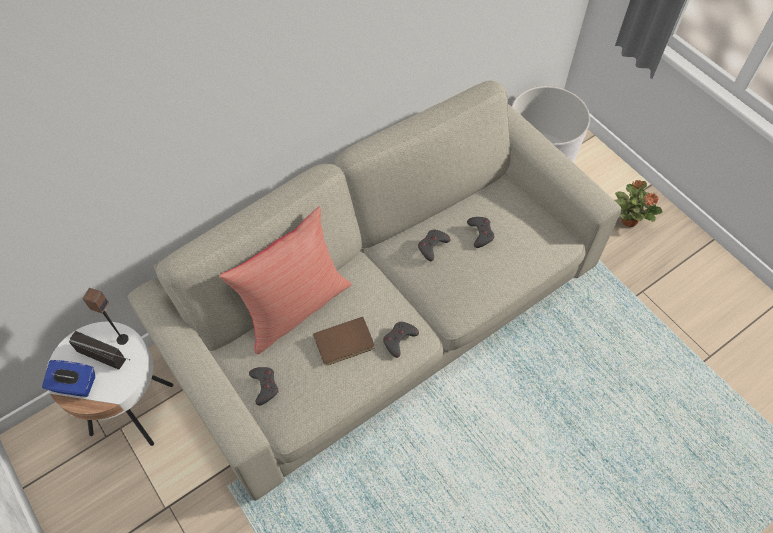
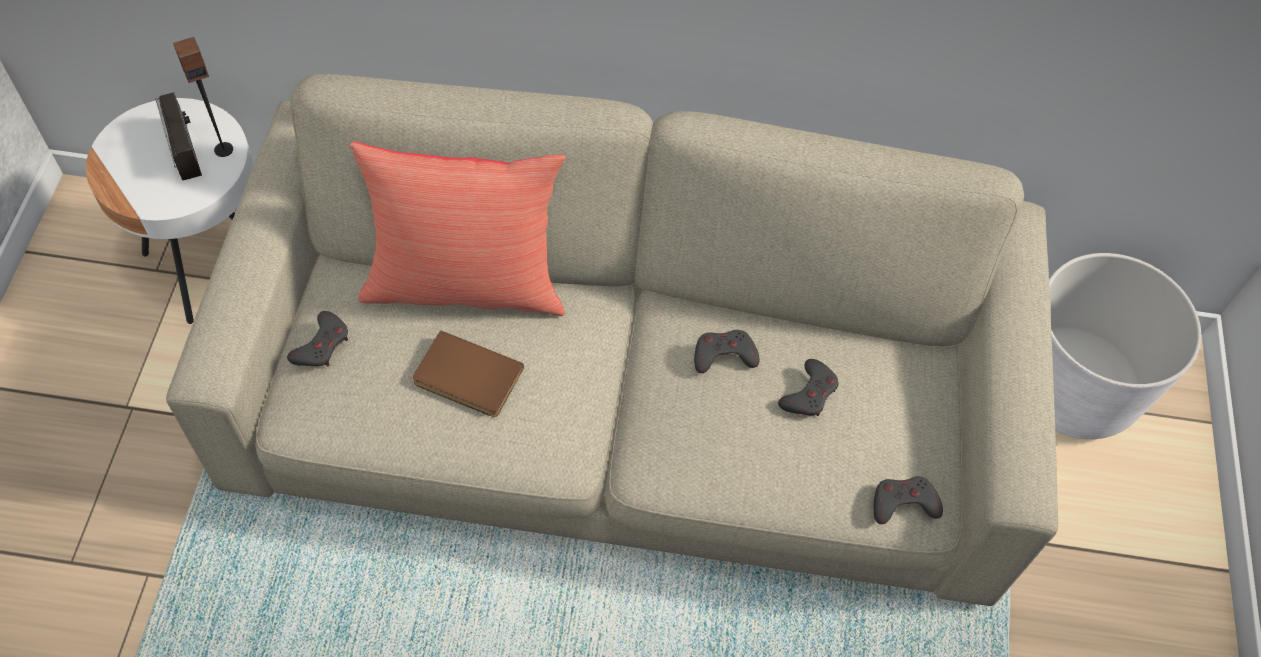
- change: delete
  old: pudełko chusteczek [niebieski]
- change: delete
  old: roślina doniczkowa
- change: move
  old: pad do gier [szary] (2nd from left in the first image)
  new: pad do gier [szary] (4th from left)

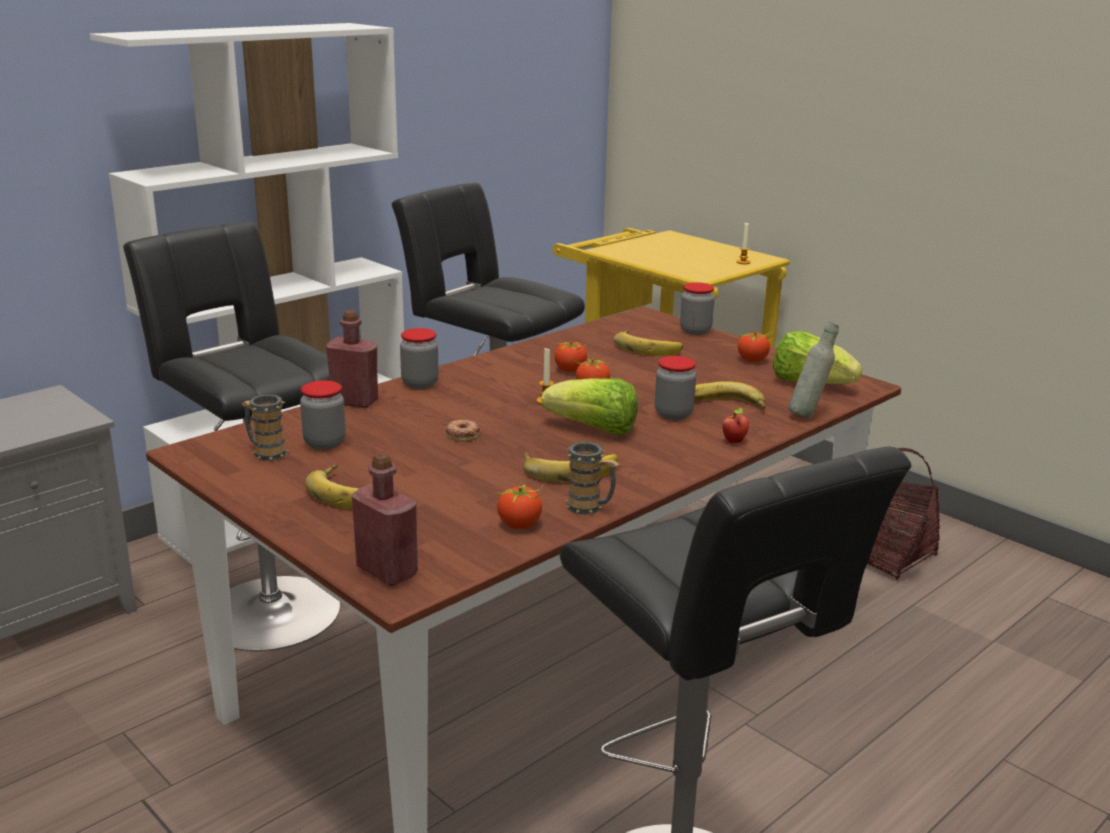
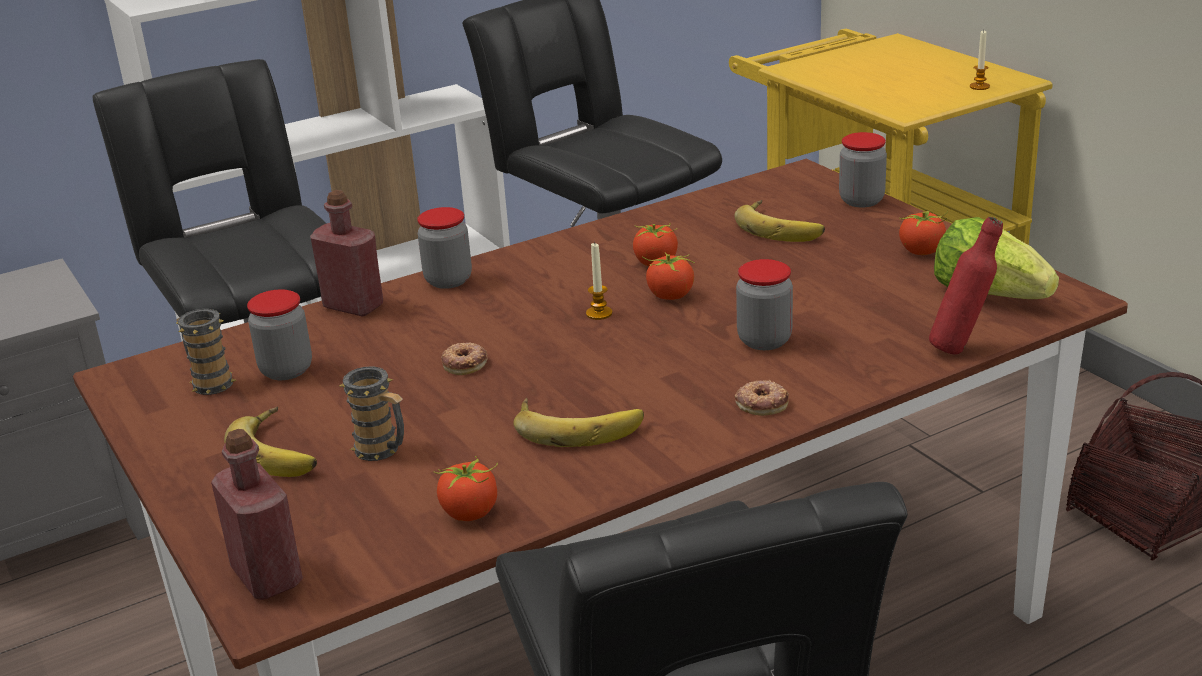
- change: delete
  old: sałata (1st from left)
- change: delete
  old: banan (4th from left)
- change: delete
  old: jabłko
- change: insert
  new: donut (2nd from left)
- change: move
  old: kubek (2nd from left)
- change: recolor
  old: butelka [szary]
  new: butelka [czerwony] (3rd from left)

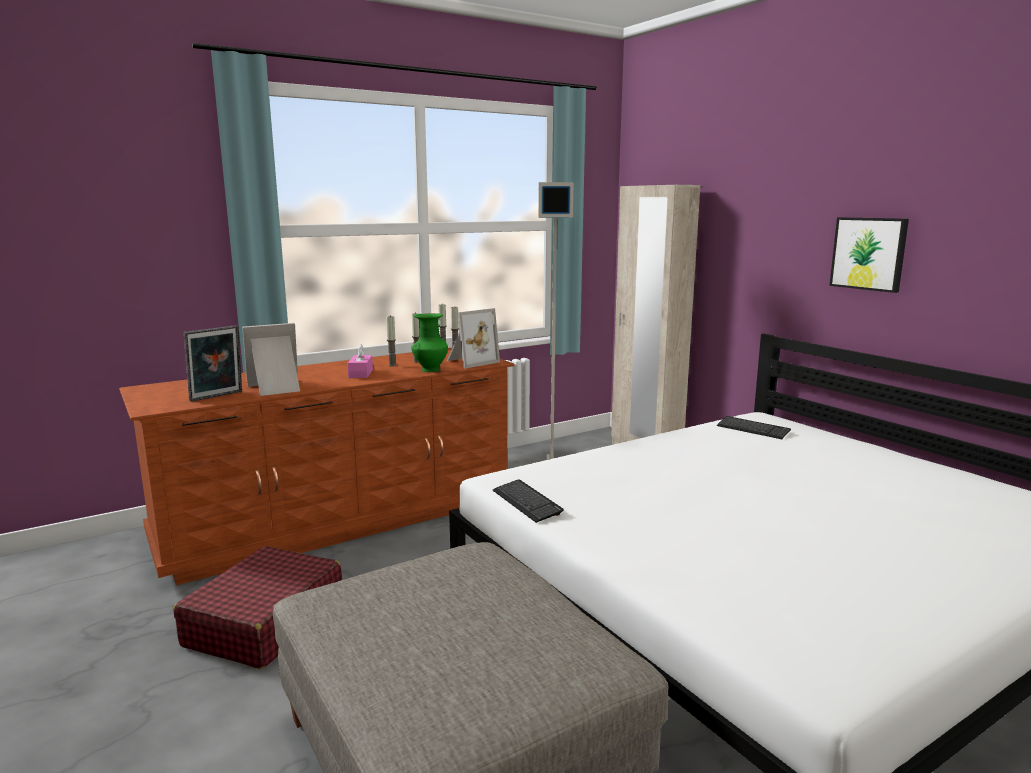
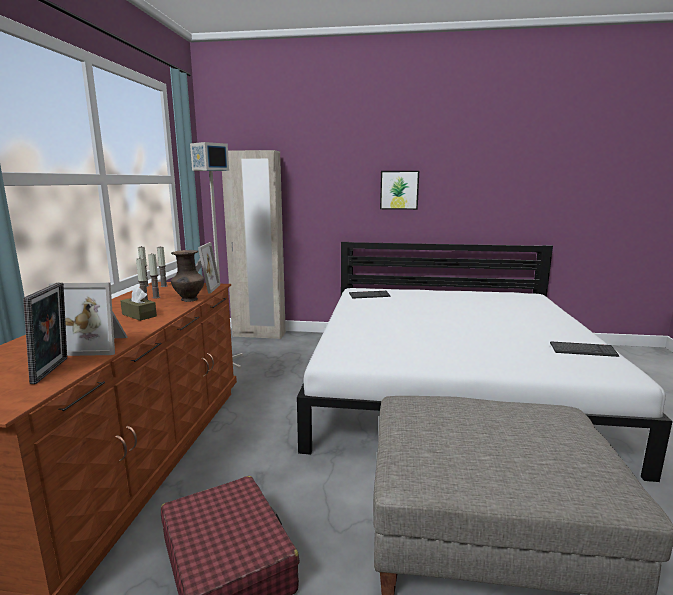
- change: move
  old: klawiatura (1st from left in the first image)
  new: klawiatura (2nd from left)
- change: recolor
  old: pudełko chusteczek [różowy]
  new: pudełko chusteczek [brązowy]
- change: recolor
  old: wazon [zielony]
  new: wazon [brązowy]
- change: rotate
  old: ramka na zdjęcie (2nd from left)
  degrees: -105

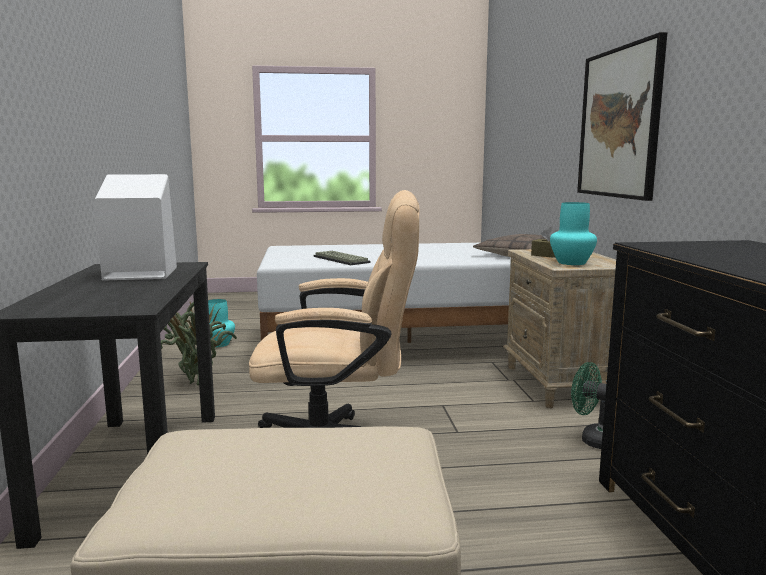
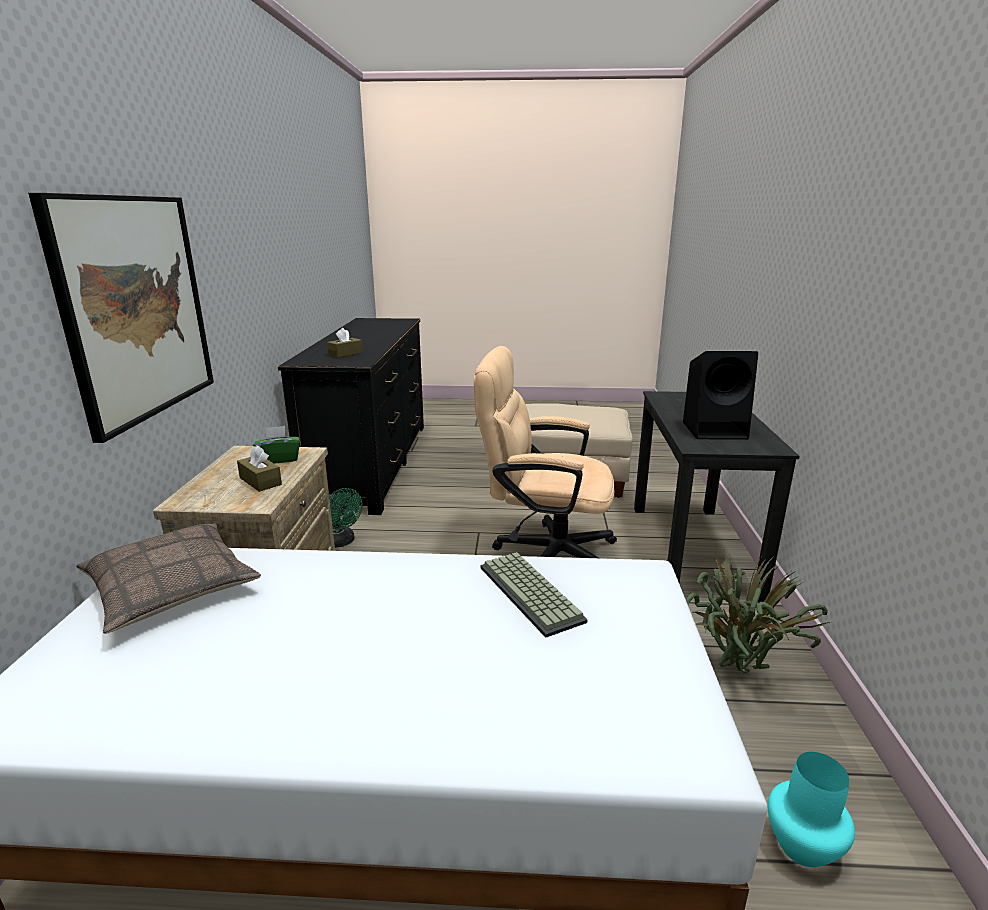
- change: insert
  new: pudełko chusteczek [brązowy] (2nd from left)
- change: replace
  old: wazon [turkusowy] (2nd from left)
  new: pudełko chusteczek [zielony]
- change: recolor
  old: głośnik [biały]
  new: głośnik [czarny]

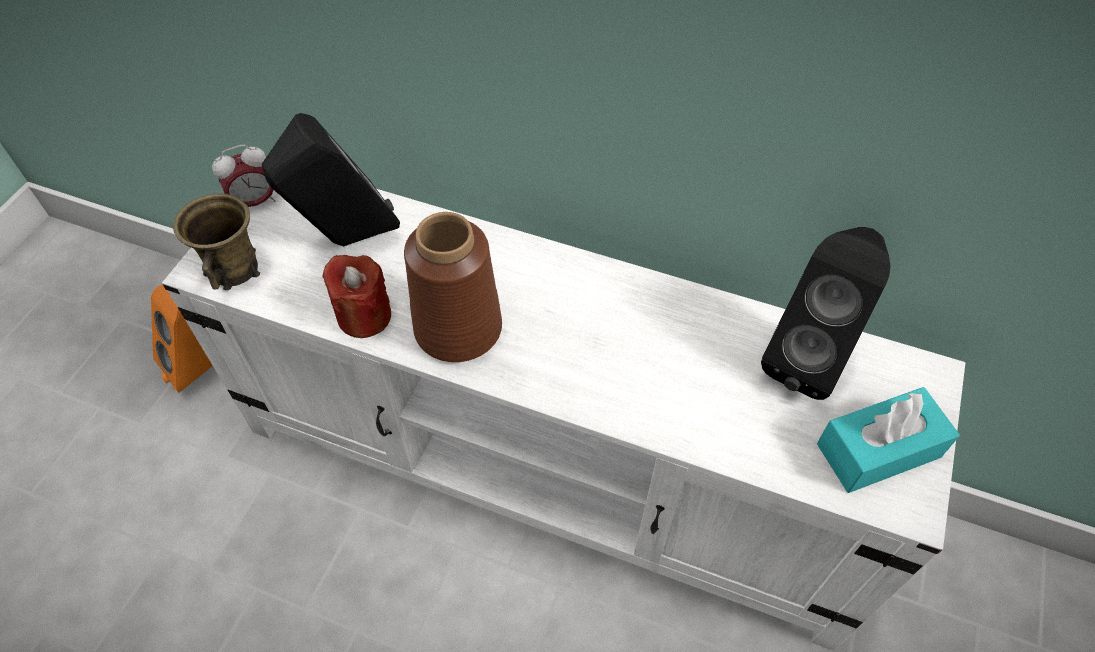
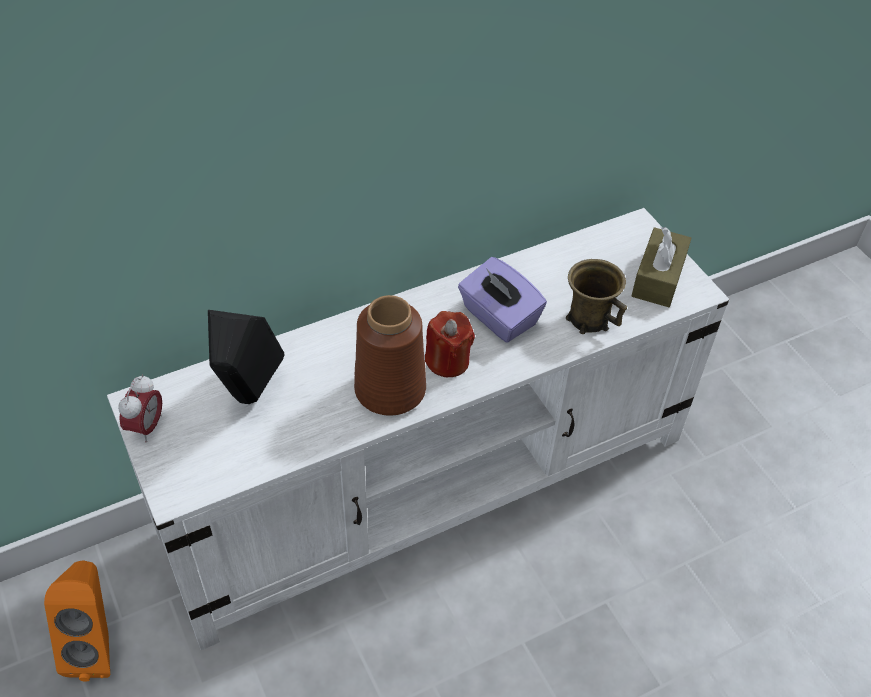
- change: delete
  old: głośnik [czarny] (2nd from left)
- change: insert
  new: pudełko chusteczek [fioletowy]
- change: move
  old: kubek [brązowy]
- change: move
  old: świeca [czerwony]
- change: recolor
  old: pudełko chusteczek [turkusowy]
  new: pudełko chusteczek [brązowy]

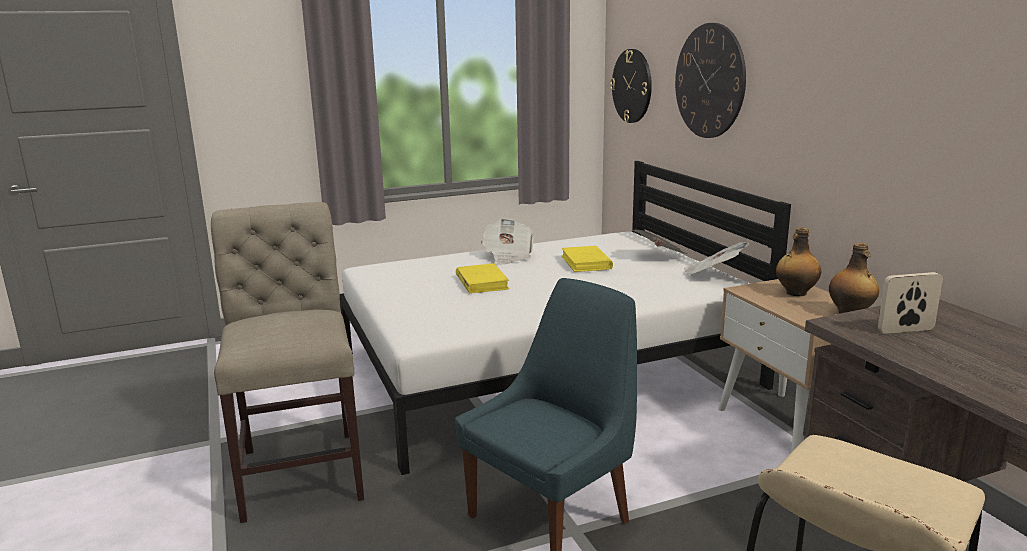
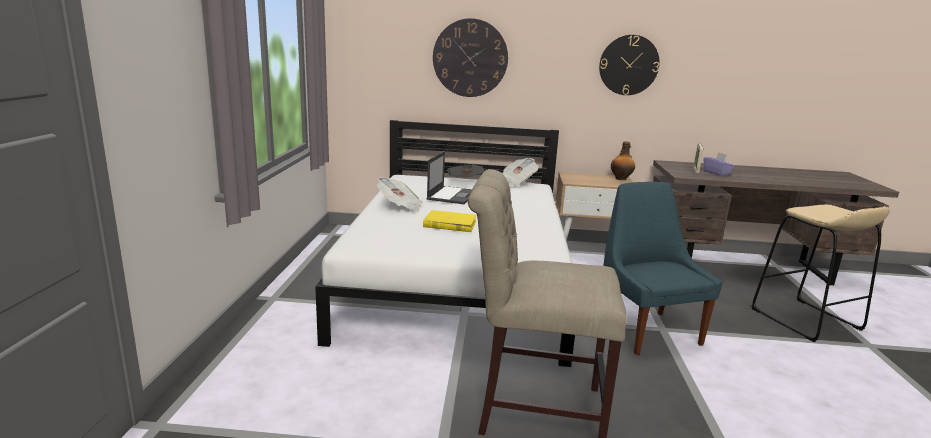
- change: delete
  old: butelka (1st from left)
- change: insert
  new: pudełko chusteczek [fioletowy]
- change: move
  old: zegar ścienny (1st from left in the first image)
  new: zegar ścienny (2nd from left)
- change: replace
  old: książka [żółty] (2nd from left)
  new: laptop

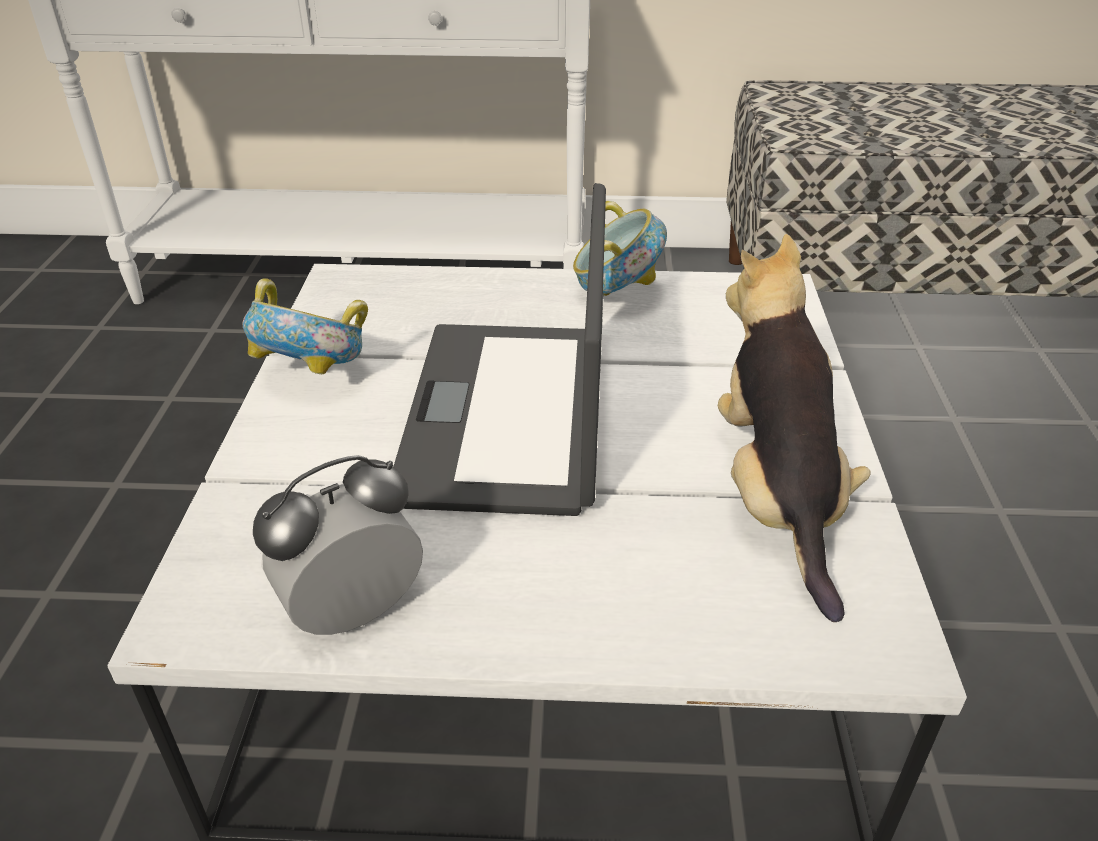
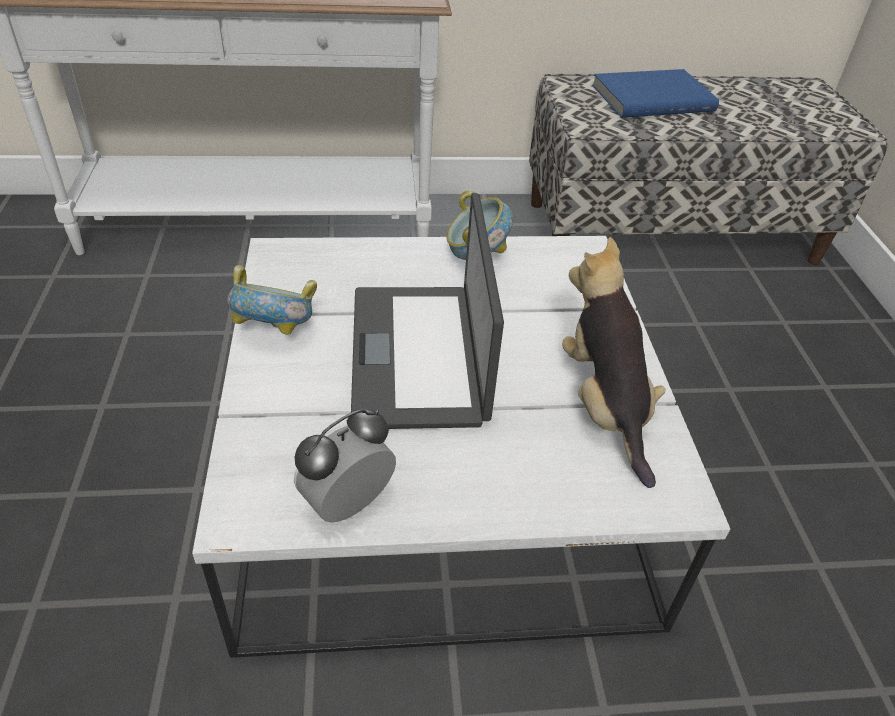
- change: insert
  new: książka [niebieski]

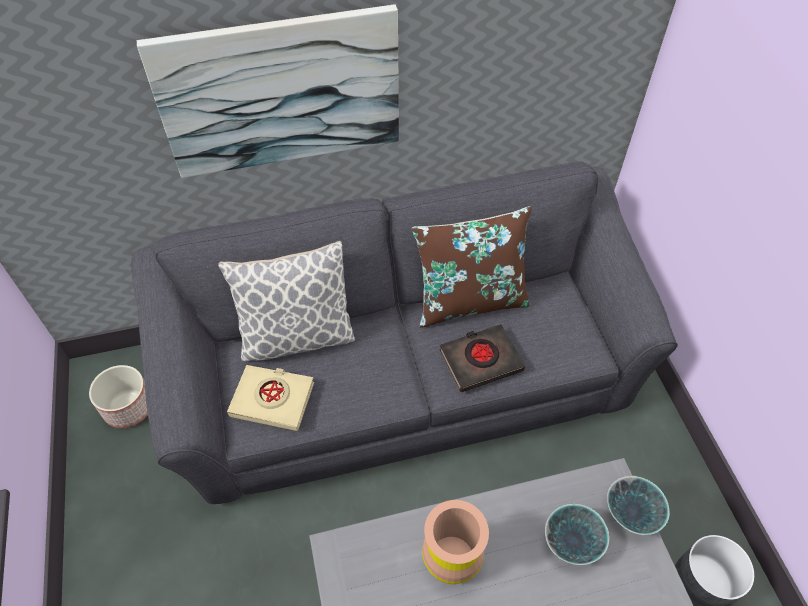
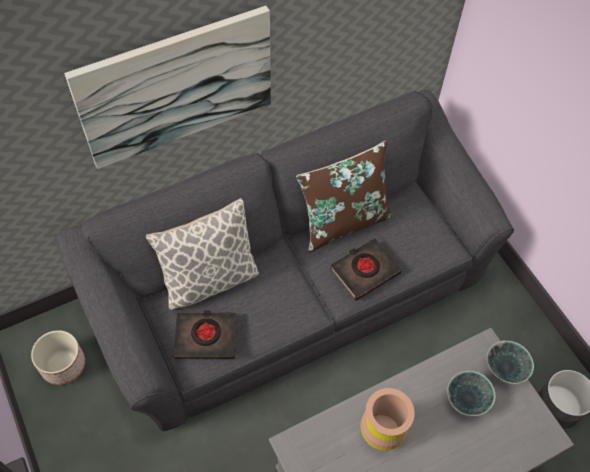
- change: recolor
  old: książka [beżowy]
  new: książka [czarny] (1st from left)

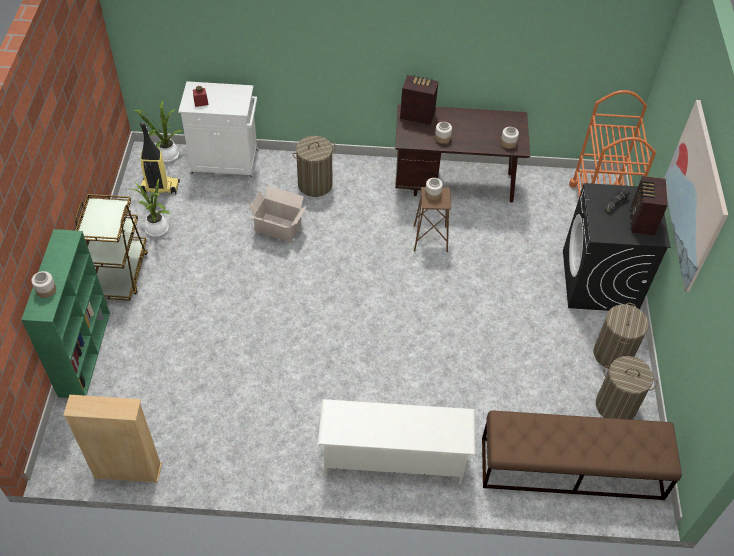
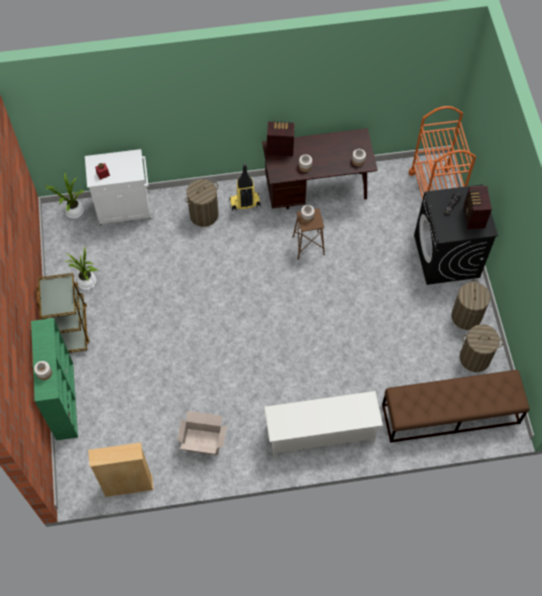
- change: delete
  old: obraz
- change: move
  old: odkurzacz
- change: move
  old: karton

